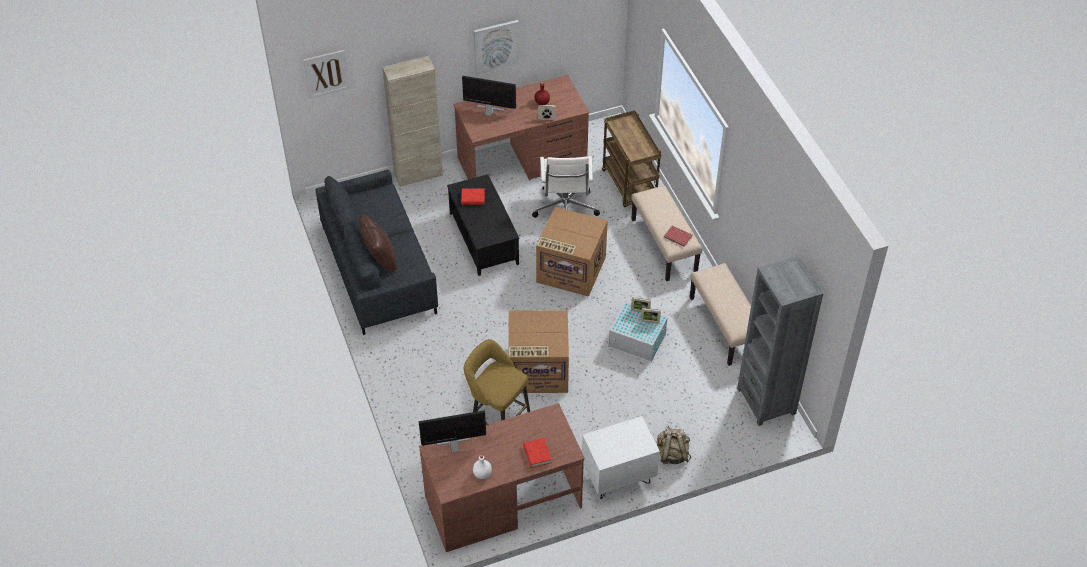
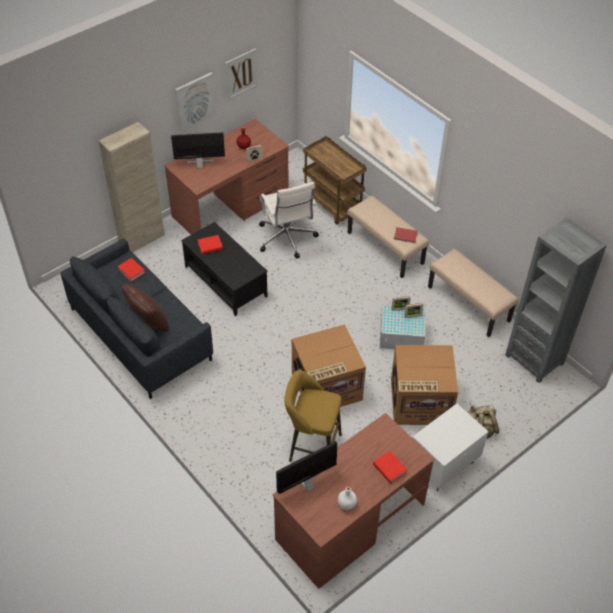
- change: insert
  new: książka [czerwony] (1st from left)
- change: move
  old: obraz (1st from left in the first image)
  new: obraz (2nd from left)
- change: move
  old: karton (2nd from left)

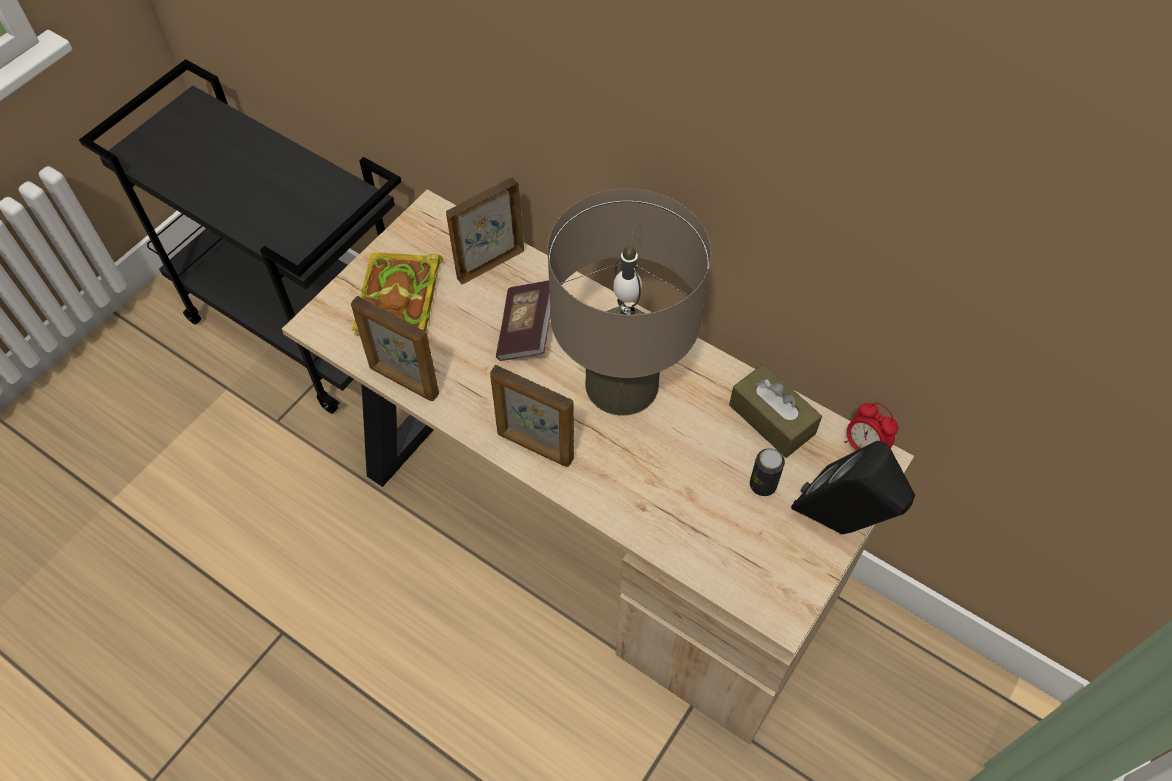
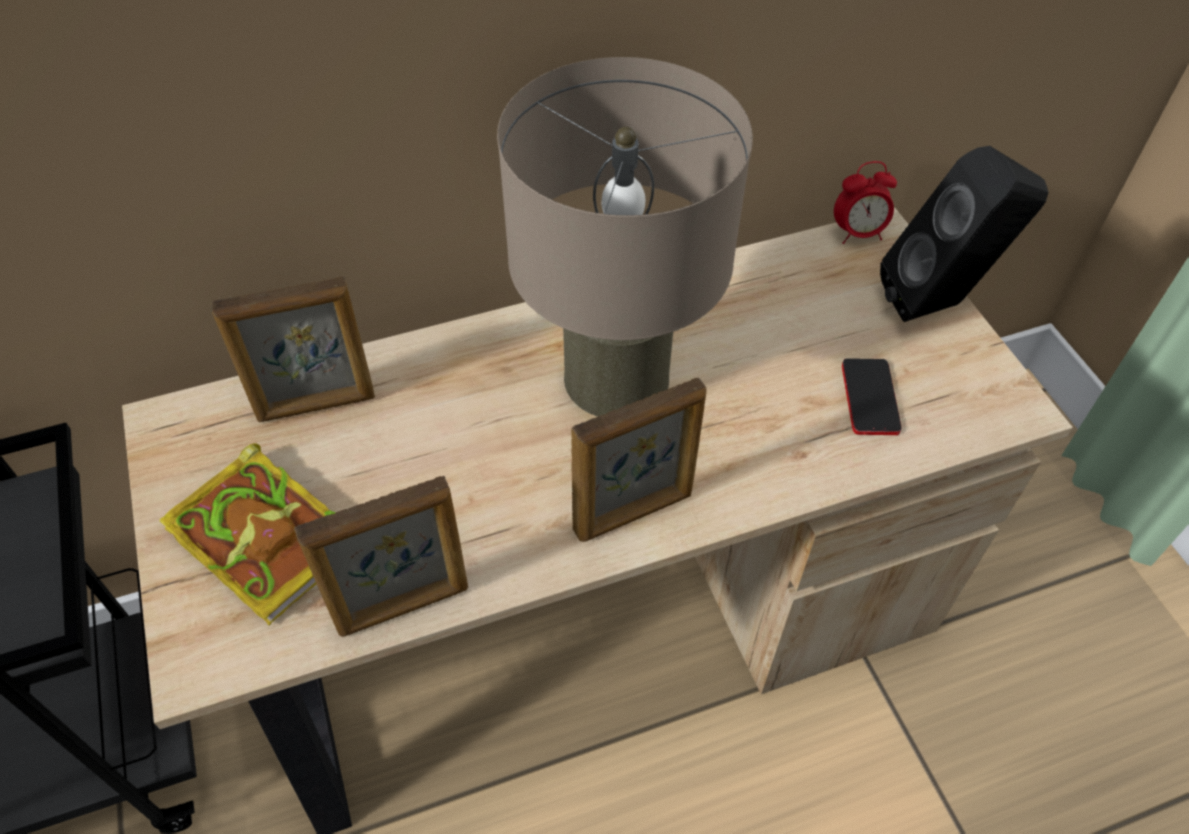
- change: delete
  old: książka (2nd from left)
- change: delete
  old: pudełko chusteczek [brązowy]
- change: delete
  old: puszka
- change: insert
  new: telefon
- change: rotate
  old: ramka na zdjęcie (2nd from left in the first image)
  degrees: -105

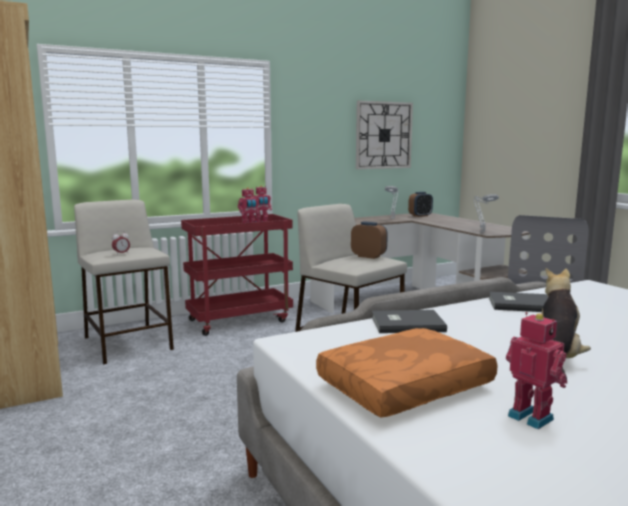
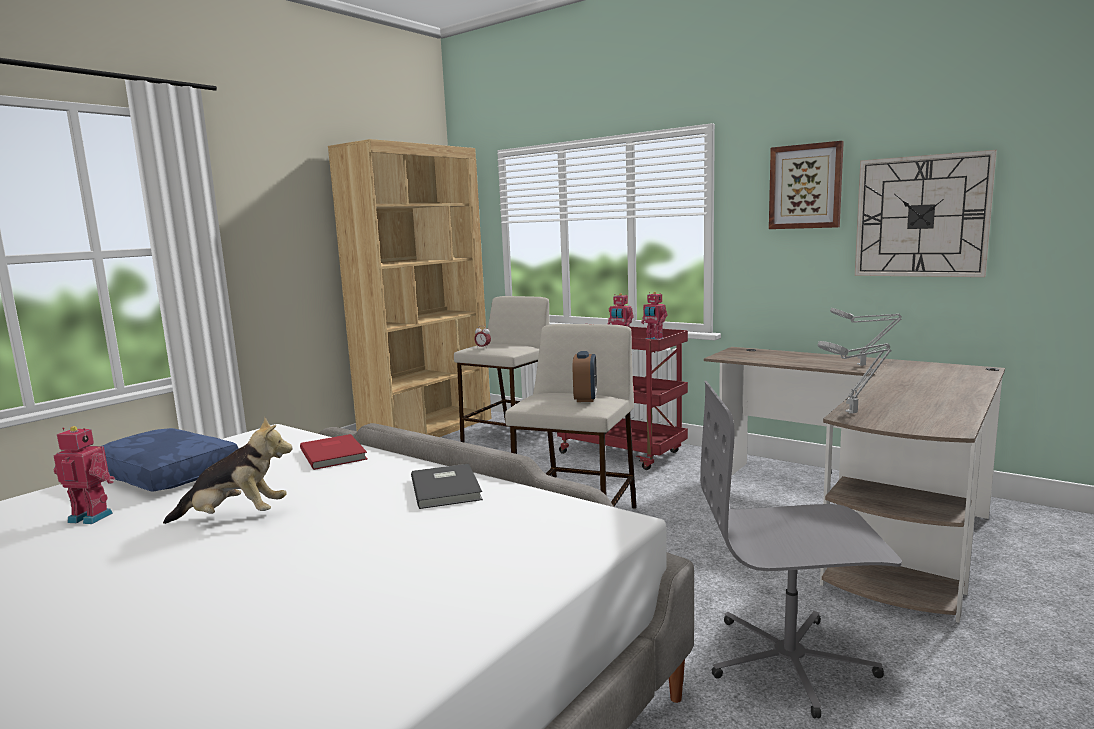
- change: delete
  old: budzik (3rd from left)
- change: insert
  new: obraz
- change: recolor
  old: poduszka [pomarańczowy]
  new: poduszka [niebieski]
- change: recolor
  old: książka [szary] (1st from left)
  new: książka [czerwony]
- change: rotate
  old: robot zabawkowy (3rd from left in the first image)
  degrees: -105

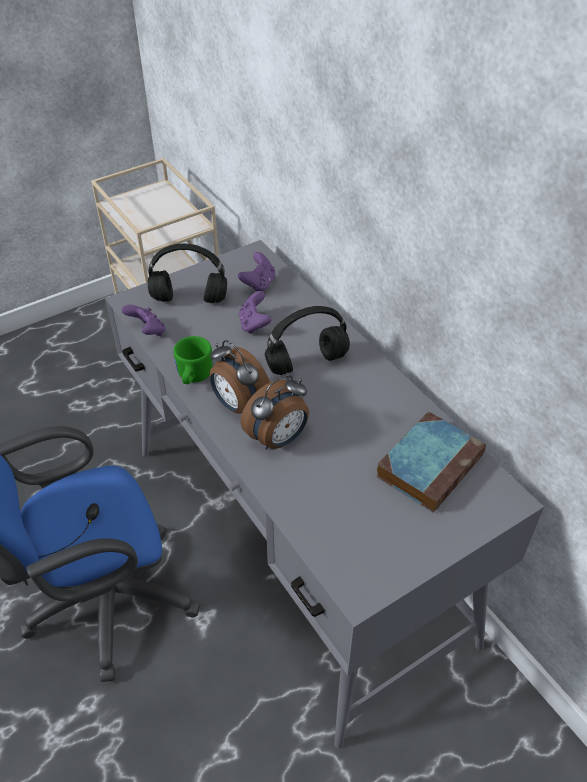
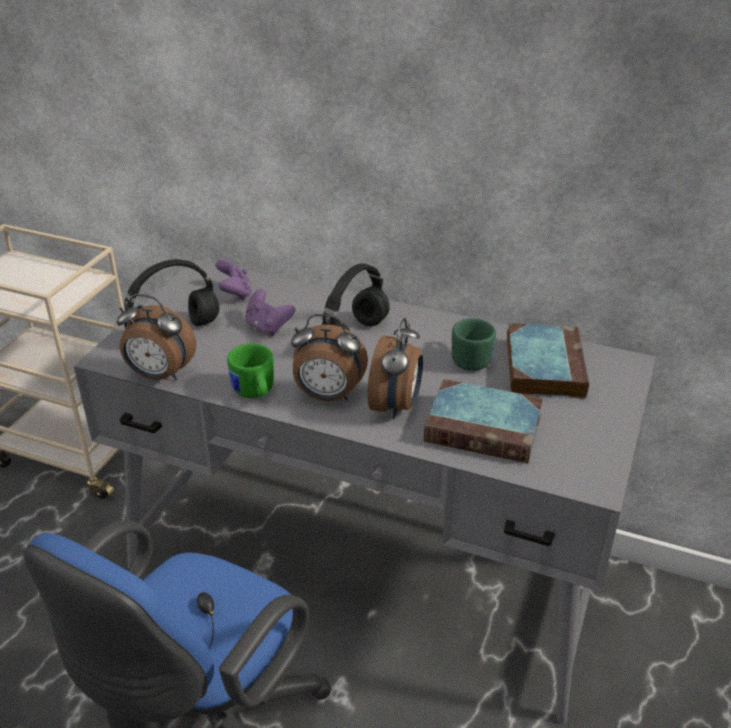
- change: insert
  new: książka (1st from left)
- change: insert
  new: kubek [zielony] (2nd from left)
- change: replace
  old: pad do gier [fioletowy] (1st from left)
  new: budzik (1st from left)

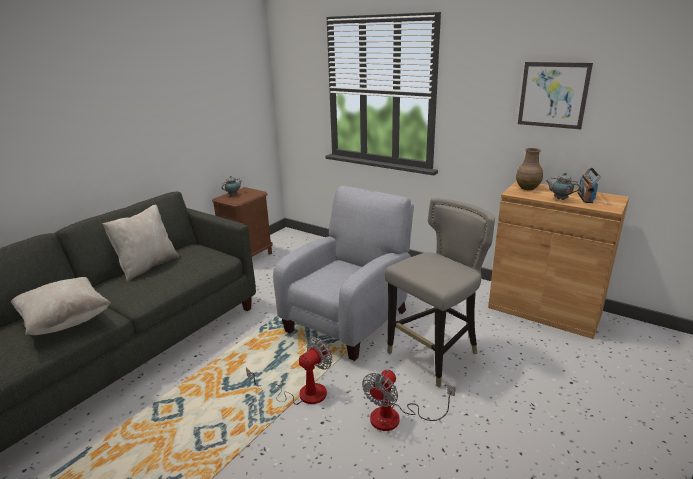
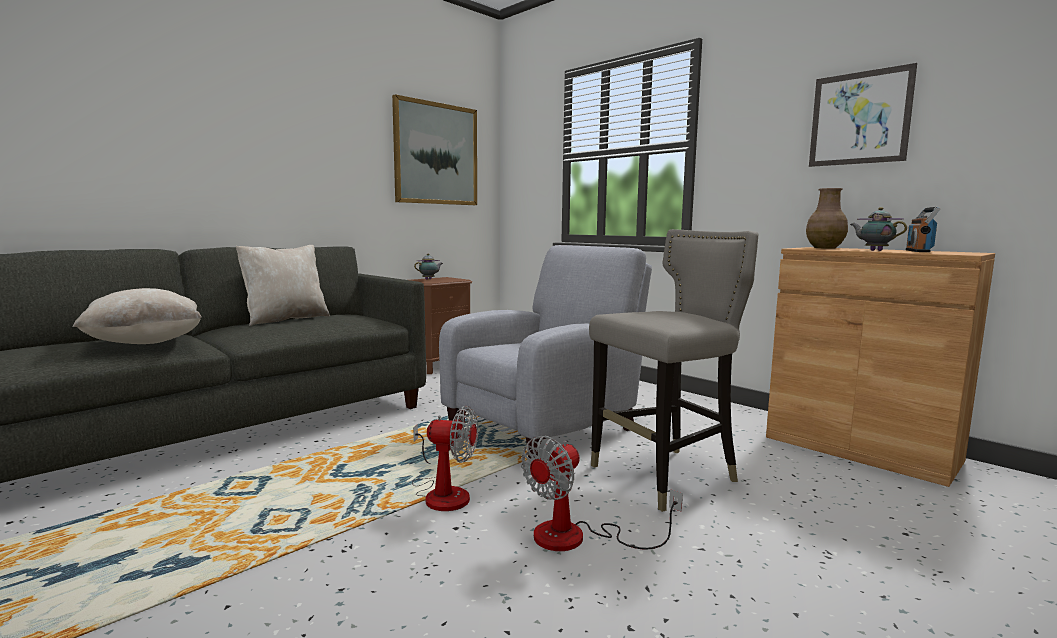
- change: insert
  new: obraz (1st from left)
- change: rotate
  old: wentylator (1st from left)
  degrees: 45

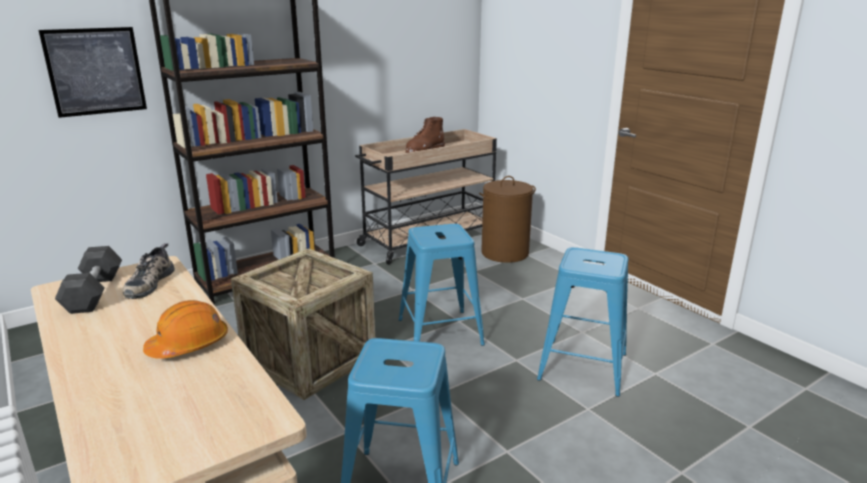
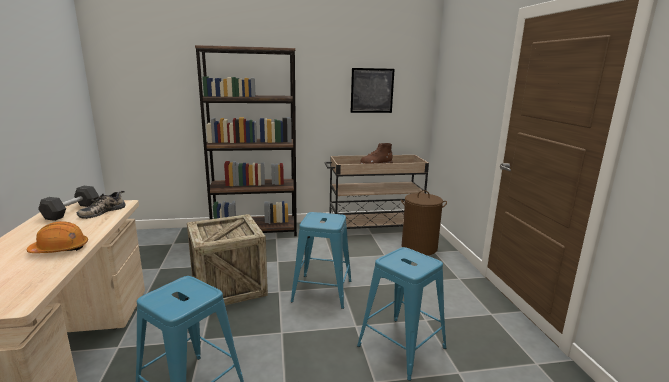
- change: move
  old: obraz

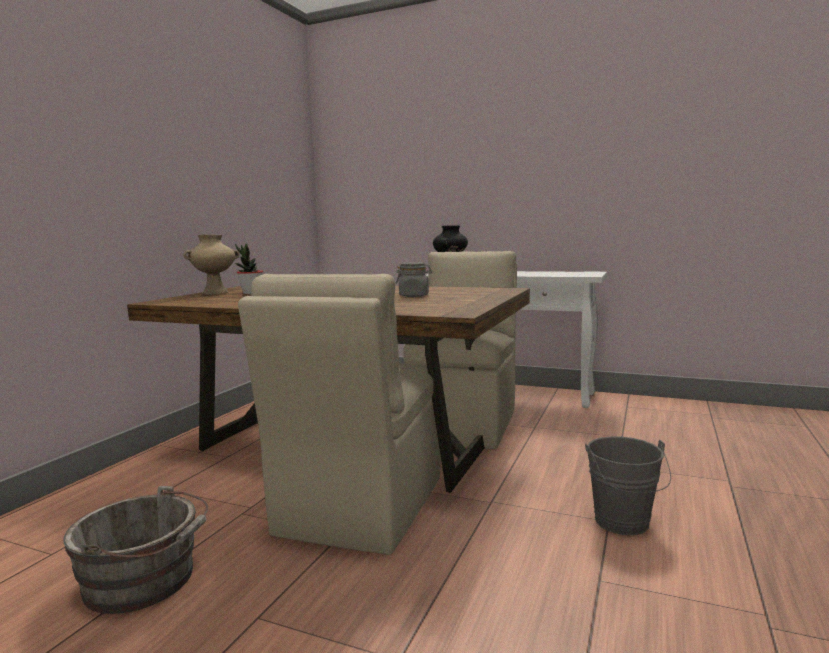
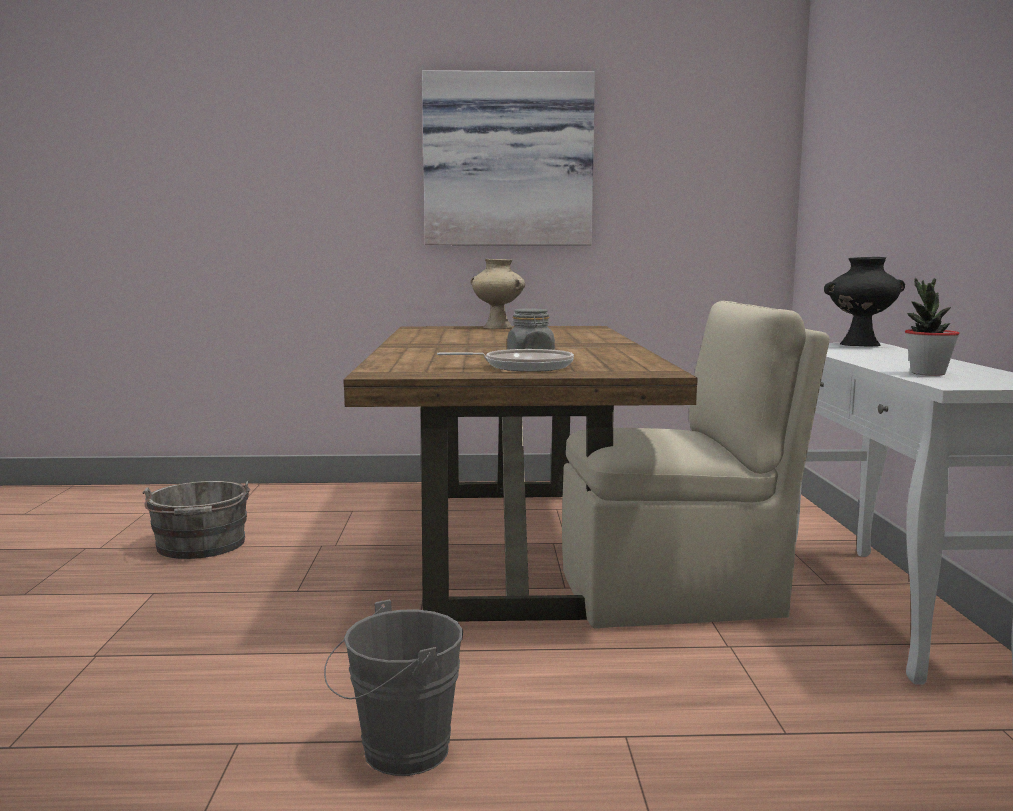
- change: delete
  old: krzesło [beżowy] (1st from left)
- change: insert
  new: obraz
- change: insert
  new: patelnia
- change: move
  old: roślina doniczkowa

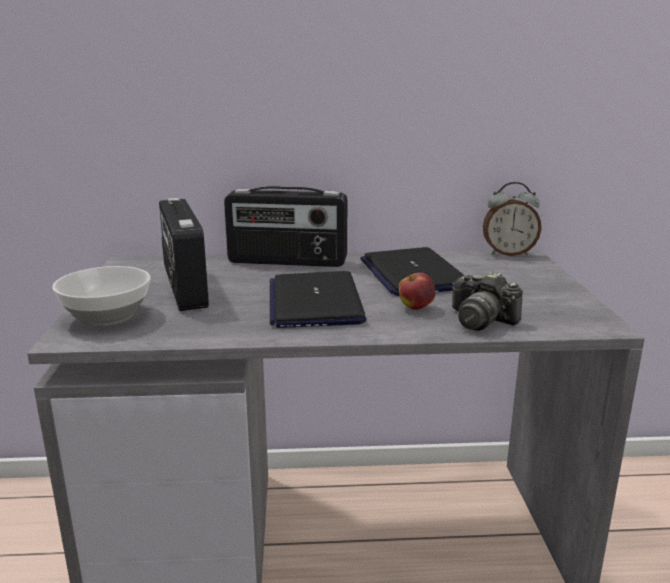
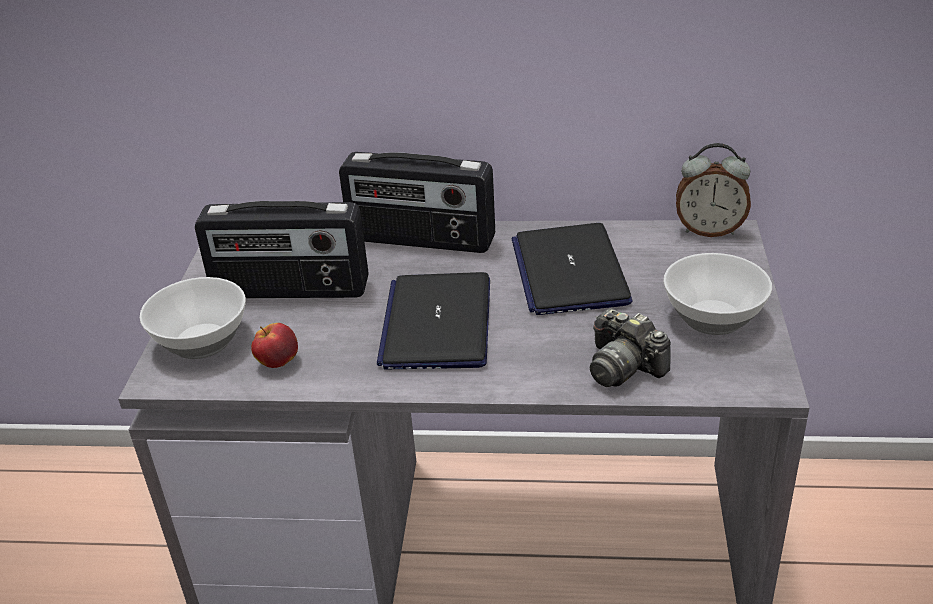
- change: insert
  new: miska (2nd from left)
- change: move
  old: jabłko
- change: rotate
  old: radio (1st from left)
  degrees: -75

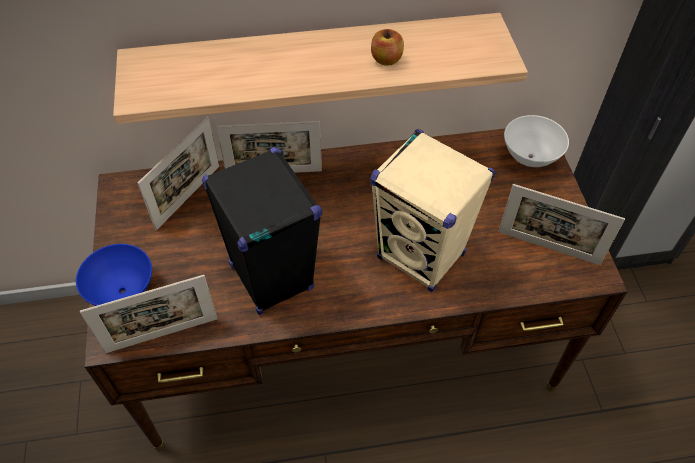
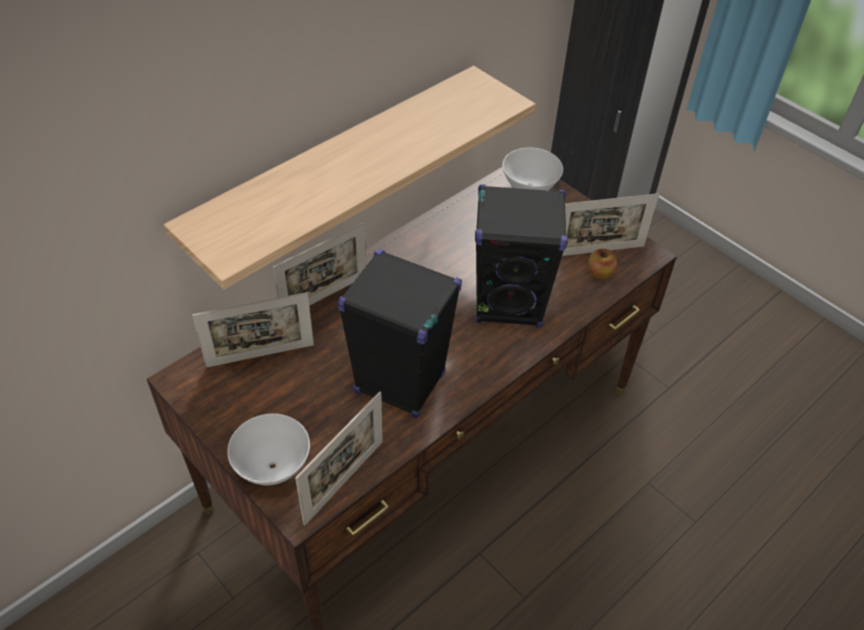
- change: move
  old: jabłko
- change: recolor
  old: miska [niebieski]
  new: miska [biały] (1st from left)
- change: recolor
  old: głośnik [beżowy]
  new: głośnik [czarny] (2nd from left)
- change: rotate
  old: ramka na zdjęcie (2nd from left in the first image)
  degrees: 75

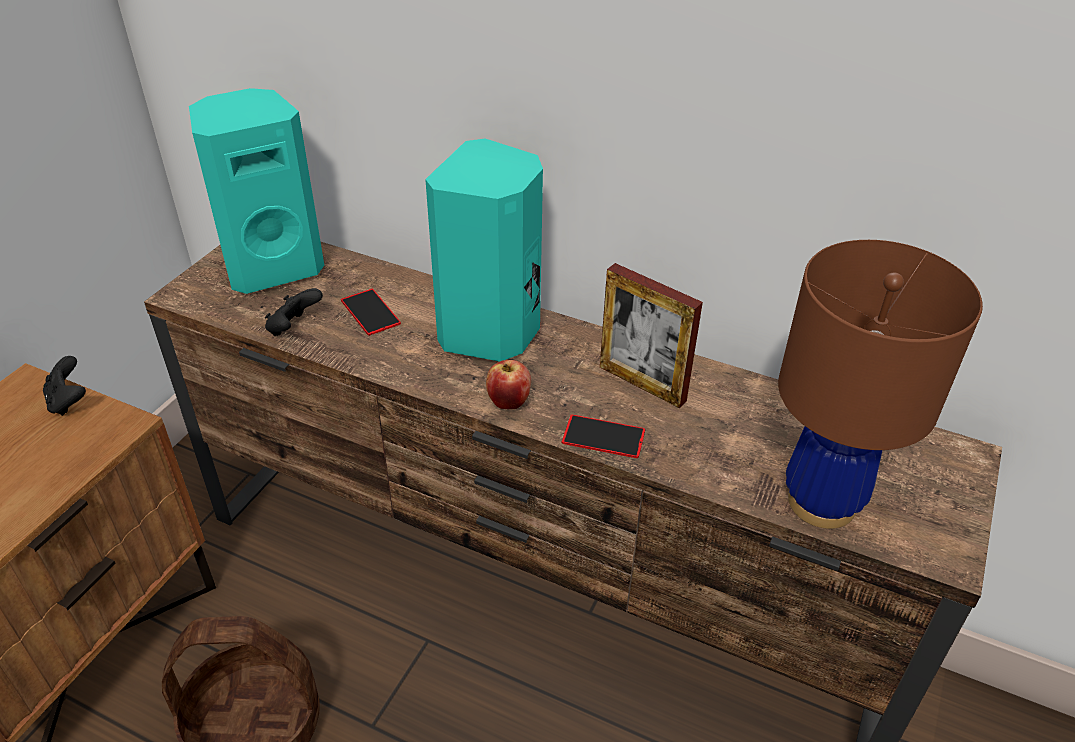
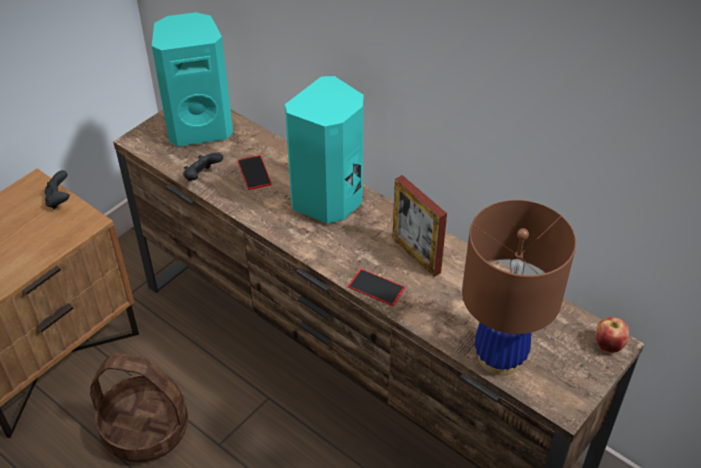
- change: move
  old: jabłko

